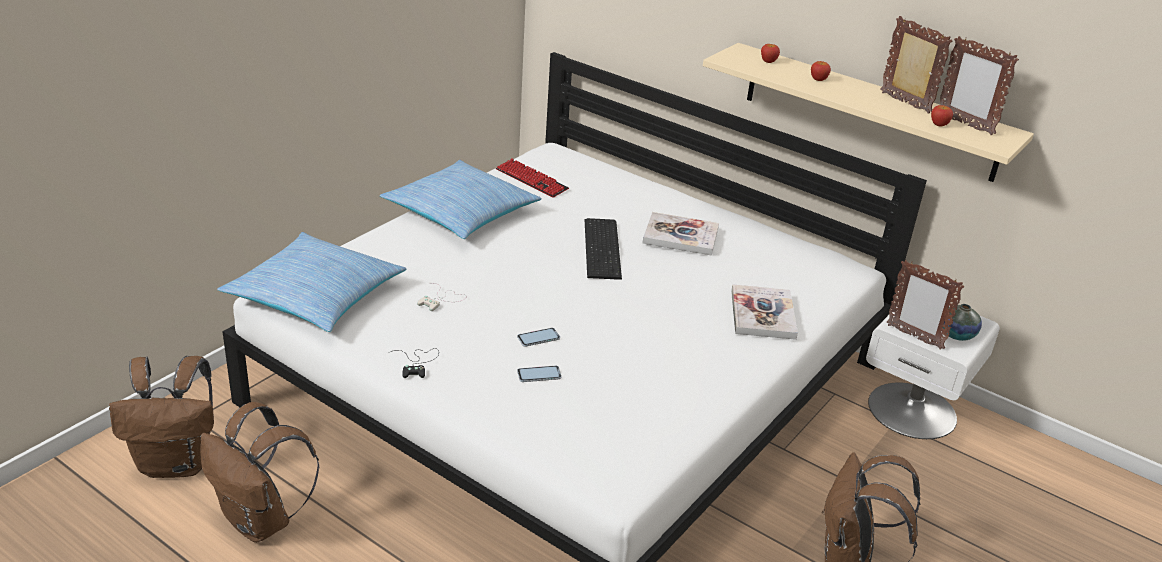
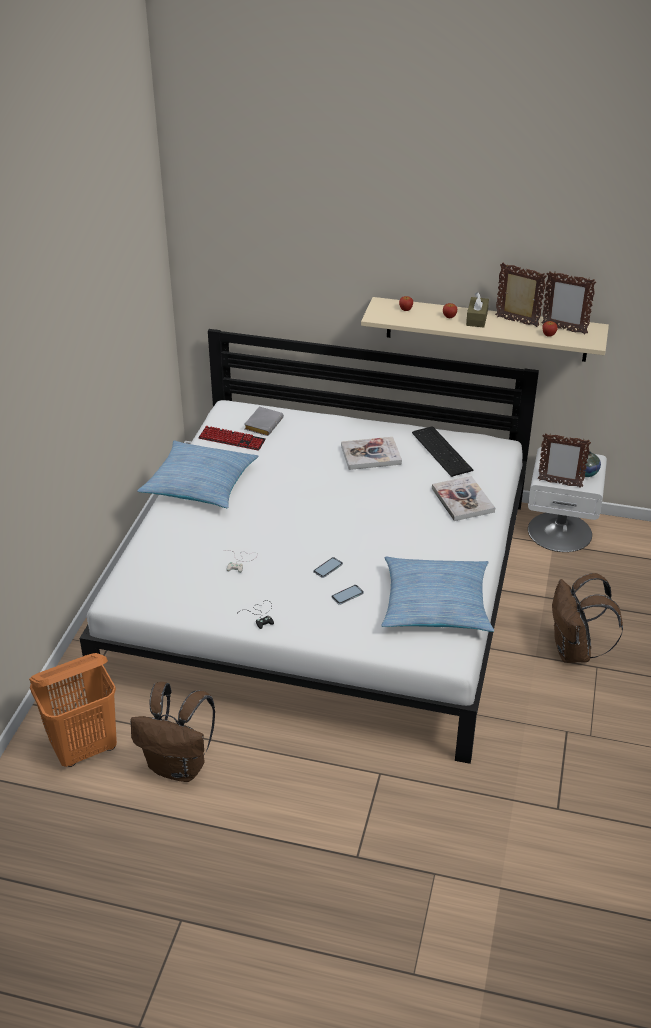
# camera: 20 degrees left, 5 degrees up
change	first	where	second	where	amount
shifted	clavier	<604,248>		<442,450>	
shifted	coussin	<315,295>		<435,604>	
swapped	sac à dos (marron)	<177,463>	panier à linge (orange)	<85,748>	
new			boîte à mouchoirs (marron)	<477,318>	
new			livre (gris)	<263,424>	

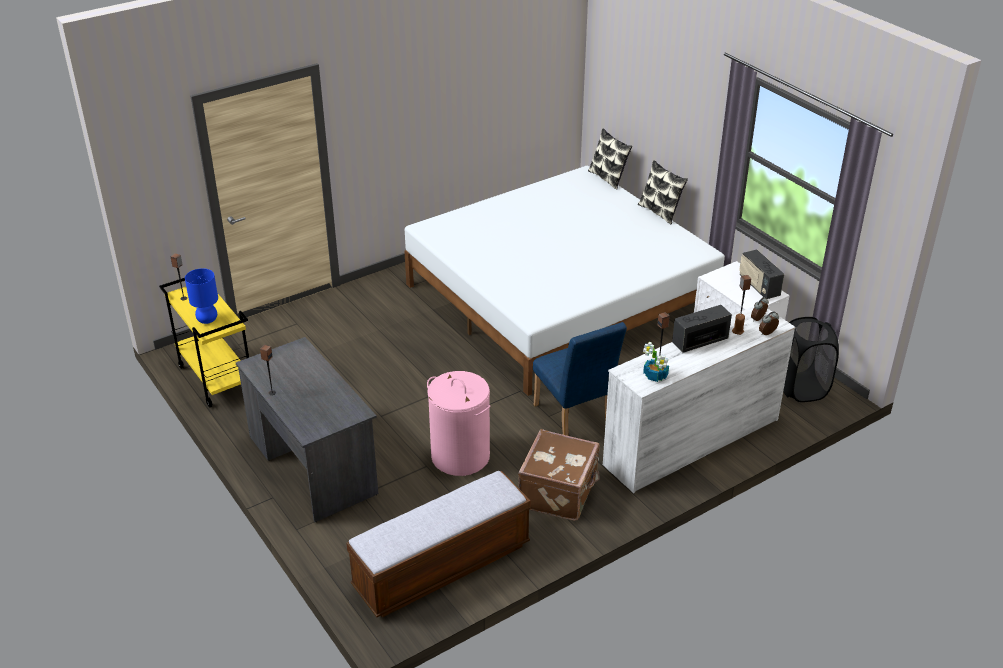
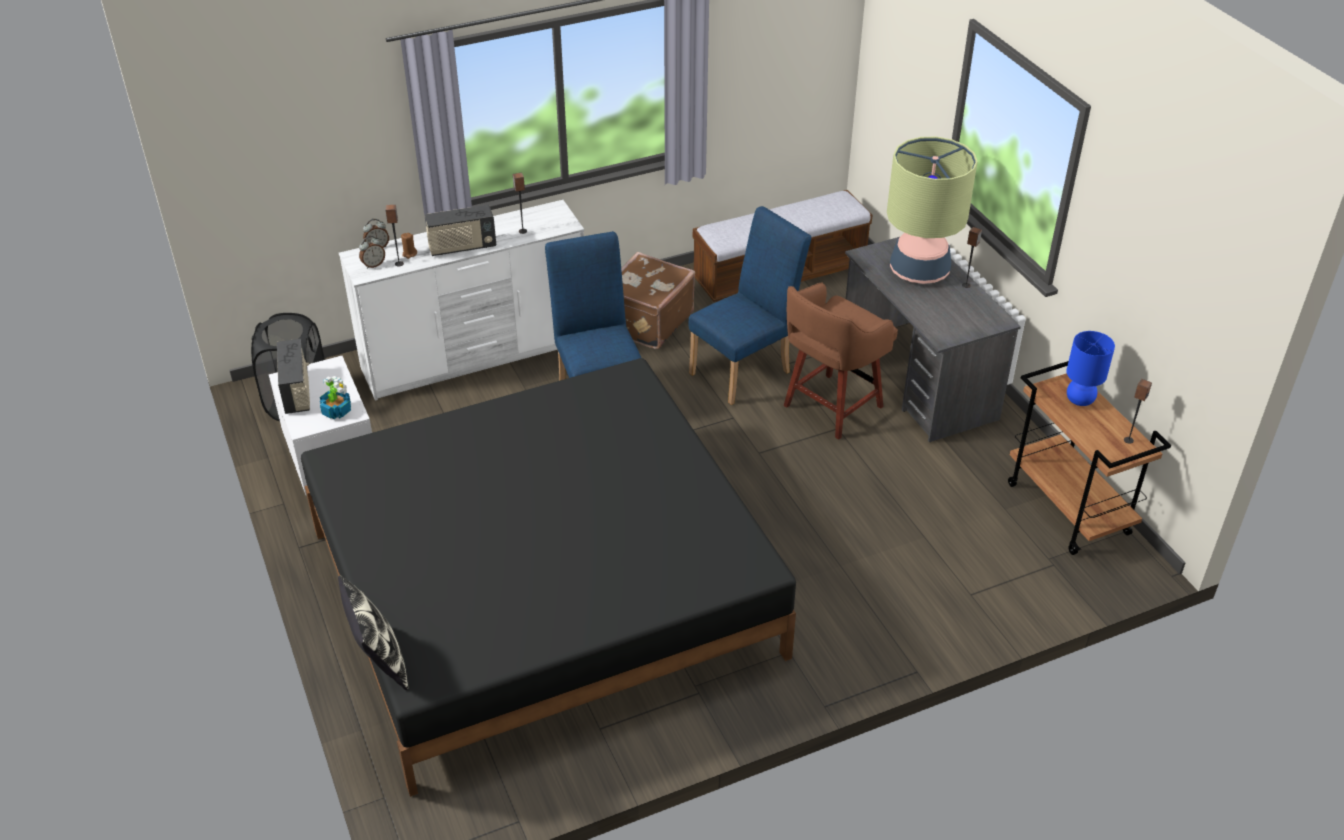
# camera: 170 degrees left, 5 degrees up
change	first	where	second	where	amount
gone	coussin	<660,212>			
repainted	lit (blanc)	<560,298>	lit (noir)	<543,591>	
repainted	chariot (jaune)	<215,378>	chariot (marron)	<1069,509>	
shifted	plante en pot	<655,376>		<337,411>	
swapped	panier à linge (rose)	<460,456>	chaise (bleu)	<746,369>	
new			lampe de table	<919,271>	
new			tabouret (marron)	<830,408>	

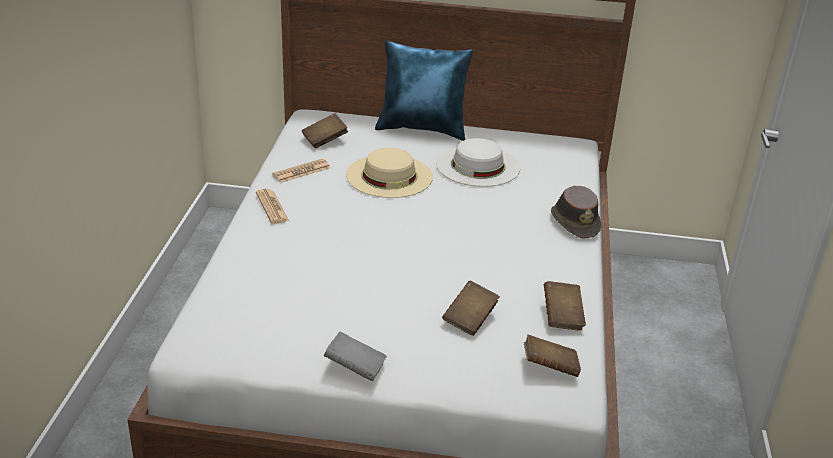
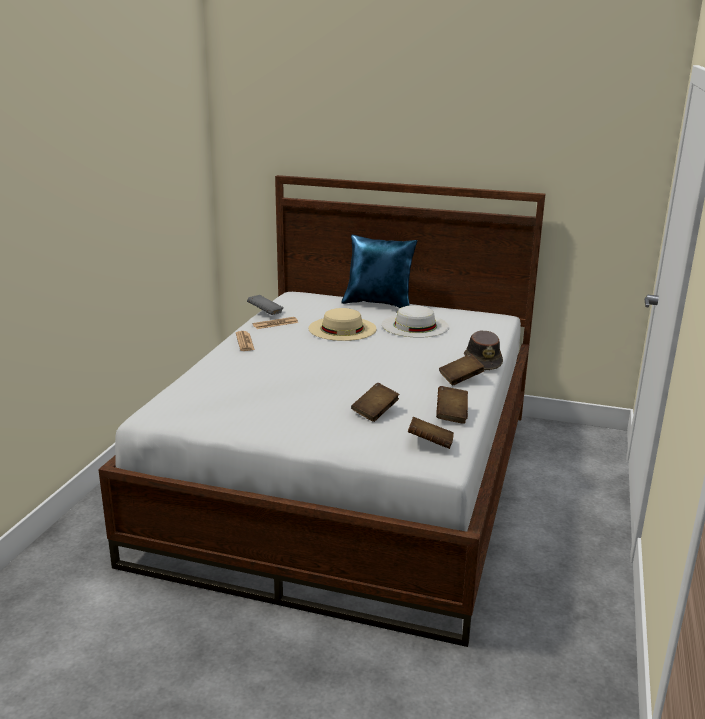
# camera: 10 degrees right, 10 degrees down
change	first	where	second	where	amount
shifted	livre (marron)	<325,140>		<461,379>	
shifted	livre (gris)	<355,368>		<265,313>	

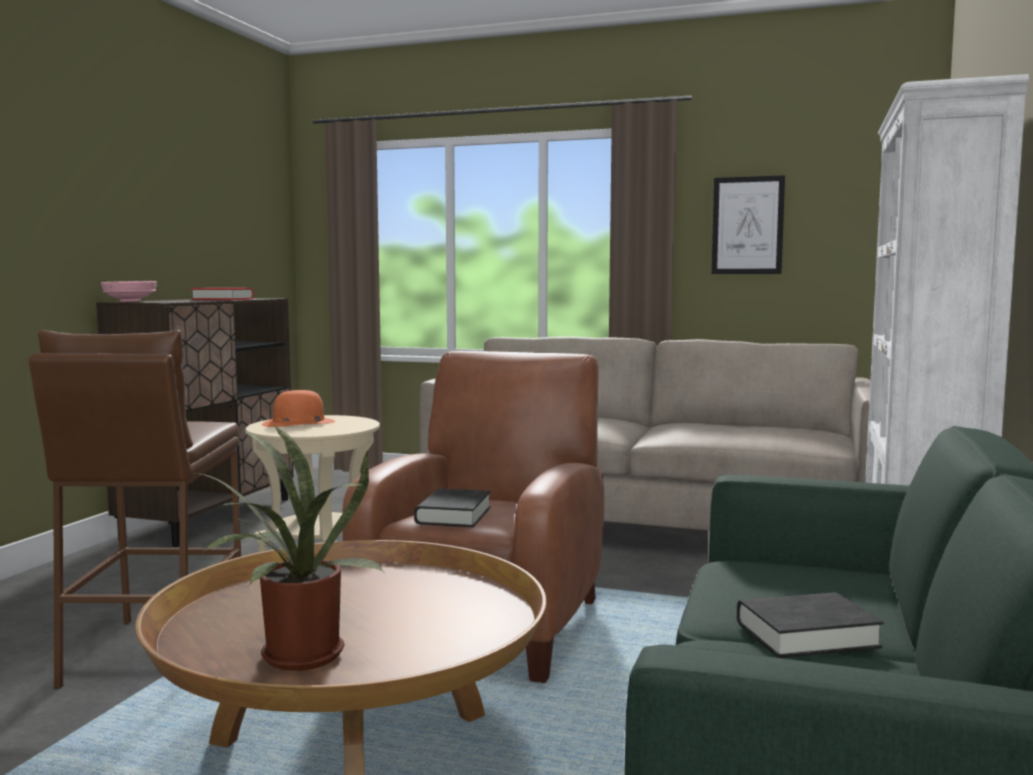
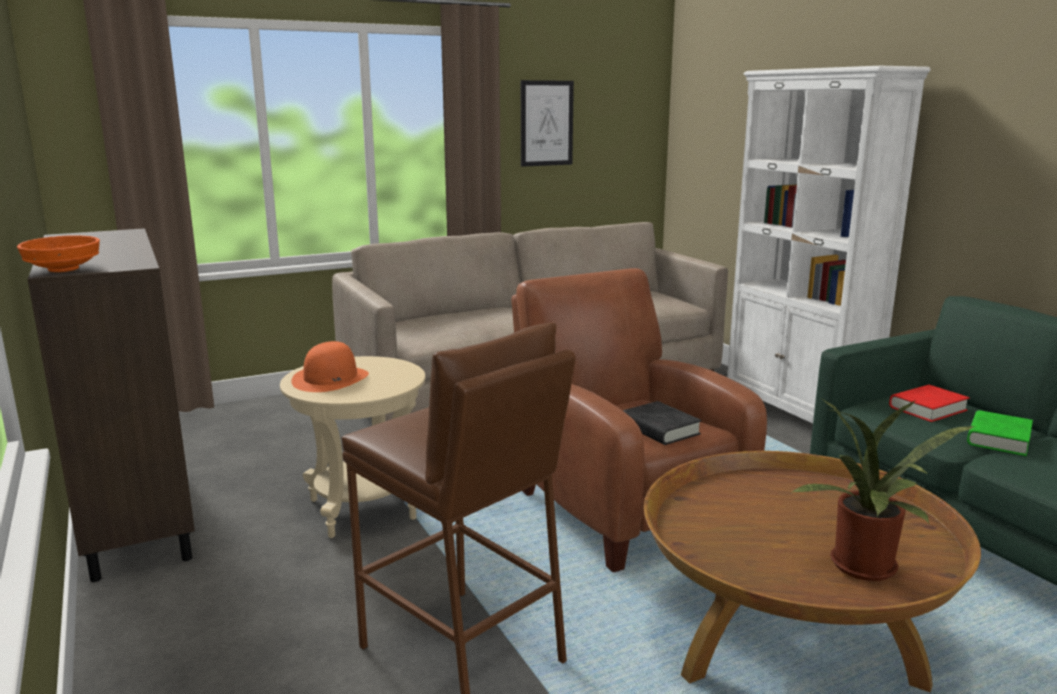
# camera: 45 degrees left, 10 degrees up
change	first	where	second	where	amount
repainted	bol (rose)	<130,301>	bol (orange)	<62,269>	
shifted	livre (rouge)	<222,299>		<927,408>	
repainted	livre (noir)	<806,635>	livre (vert)	<998,439>	

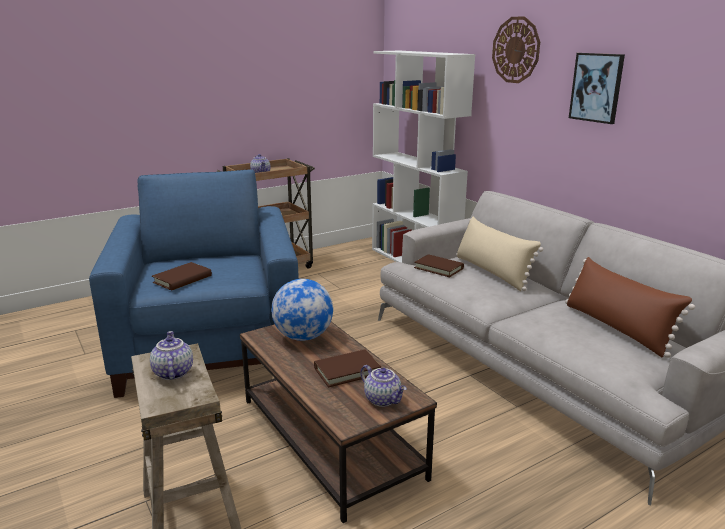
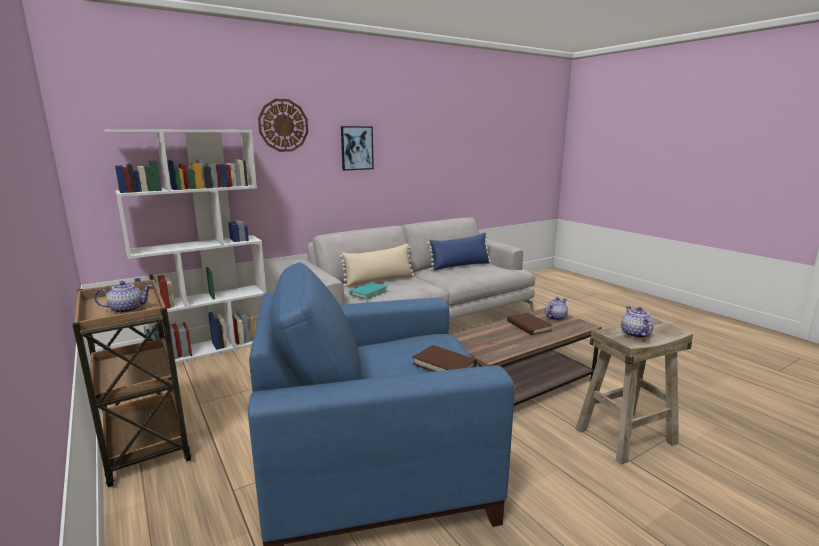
# camera: 90 degrees left, 5 degrees down
change	first	where	second	where	amount
repainted	livre (marron)	<438,268>	livre (turquoise)	<368,293>	
repainted	coussin (marron)	<616,328>	coussin (bleu)	<460,266>	
gone	globe	<303,337>			
rotated	théière	<172,372>		<634,334>	105 degrees clockwise

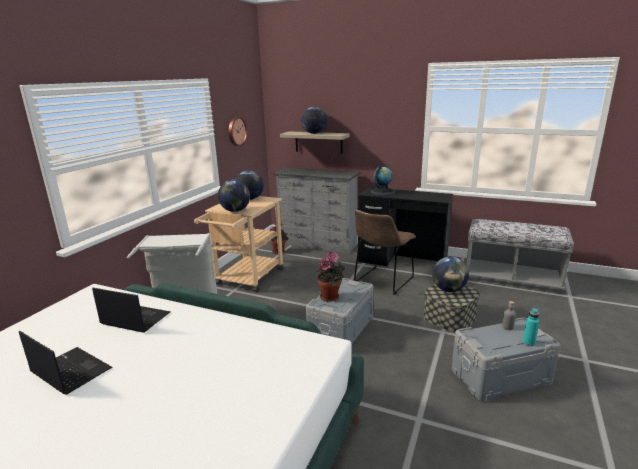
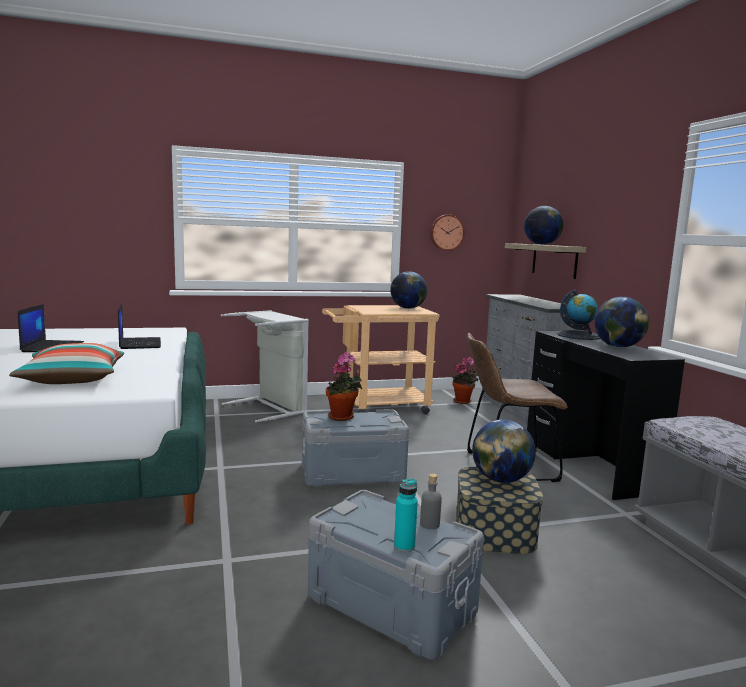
# camera: 50 degrees right, 10 degrees down
change	first	where	second	where	amount
shifted	globe	<235,211>		<618,347>	
new			coussin	<73,379>	

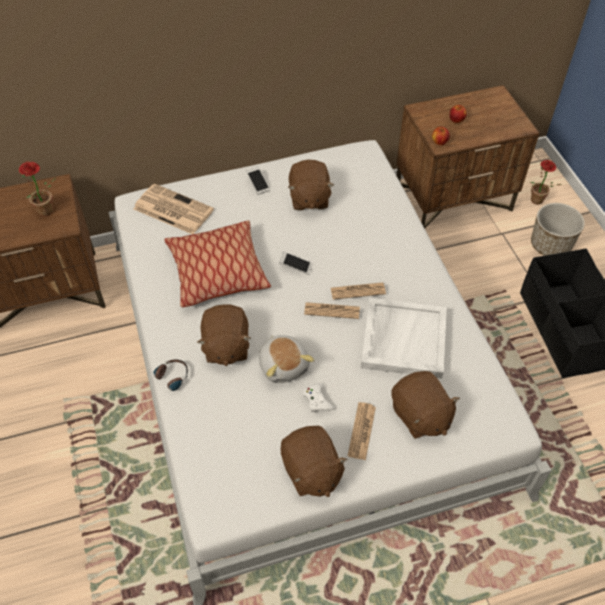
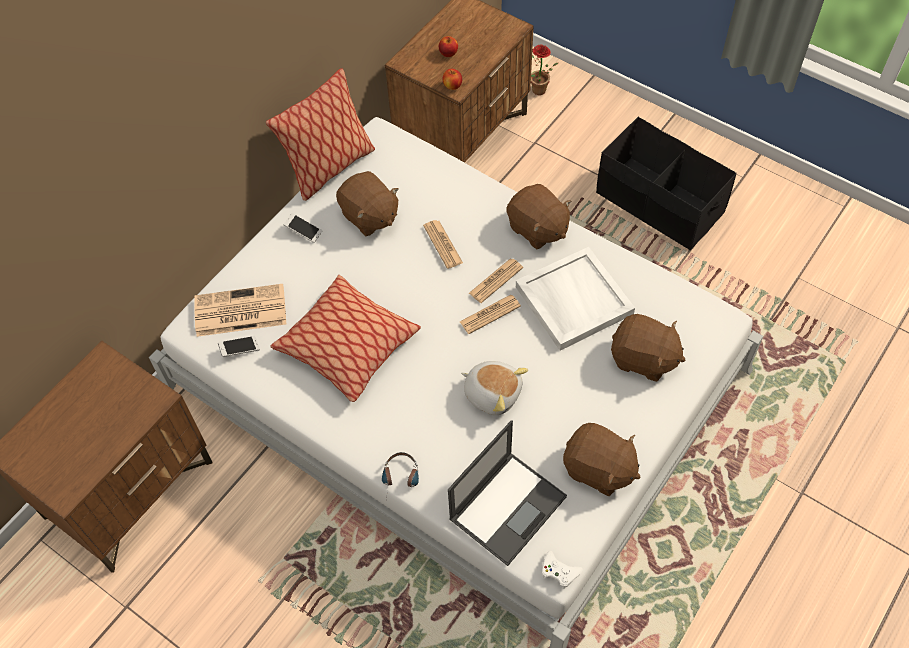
# camera: 35 degrees left, 5 degrees up
change	first	where	second	where	amount
gone	plante en pot	<46,213>			
gone	cache-pot	<550,245>			
shifted	téléphone	<296,266>		<240,349>	
shifted	peluche (marron)	<226,346>		<537,229>	
shifted	manette (blanc)	<317,400>		<559,571>	
shifted	journal	<361,431>		<443,244>	
new			coussin	<330,168>	
new			ordinateur portable	<508,506>	

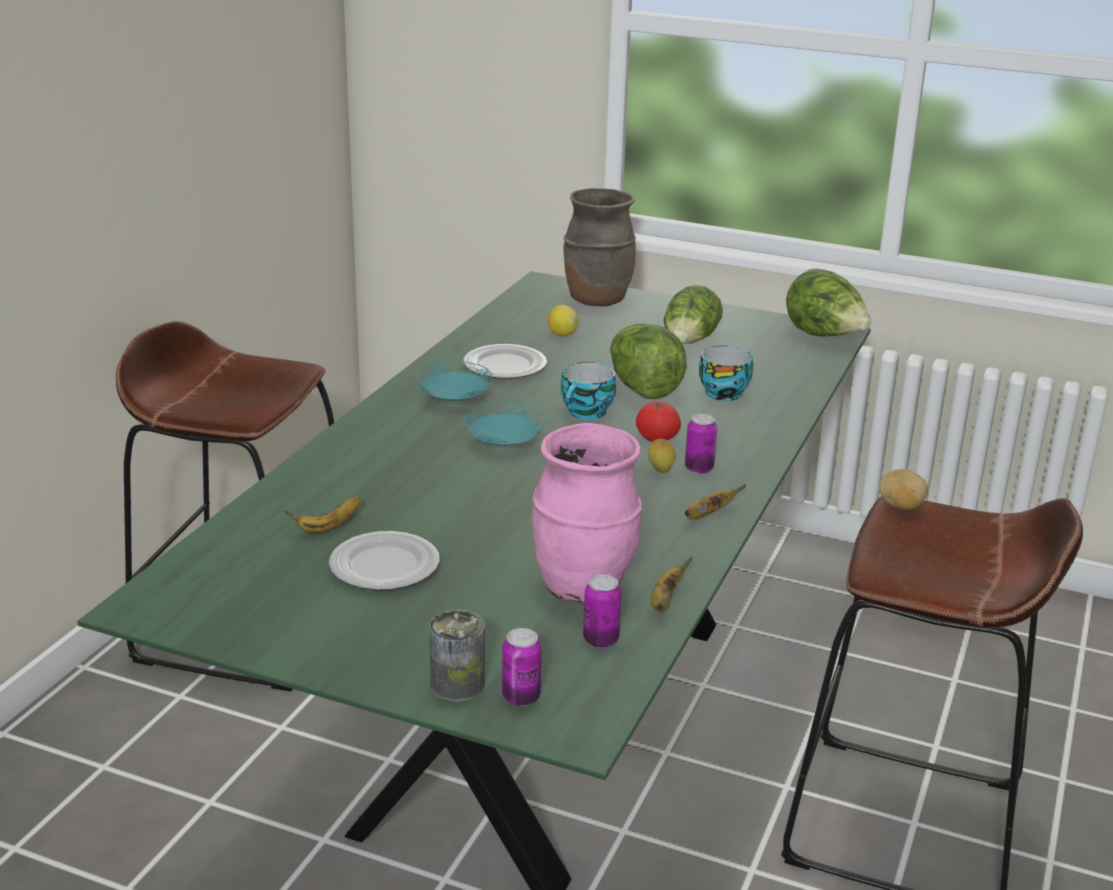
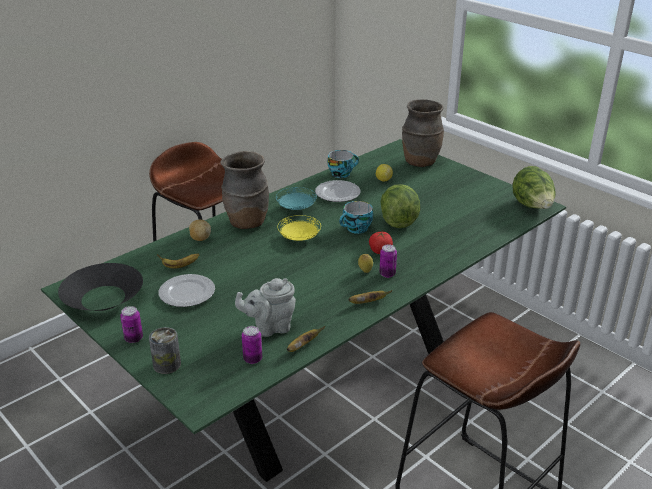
# camera: 25 degrees right, 5 degrees up
change	first	where	second	where	amount
gone	laitue	<690,342>			
shifted	tasse	<724,392>		<342,173>	
repainted	assiette (turquoise)	<503,444>	assiette (jaune)	<299,238>	
swapped	vase (rose)	<583,586>	théière (gris)	<270,327>	
shifted	pomme de terre	<900,506>		<200,238>	
shifted	boîte métallique	<521,697>		<134,338>	
new			vase (marron)	<246,223>	
new			bol (noir)	<103,298>	

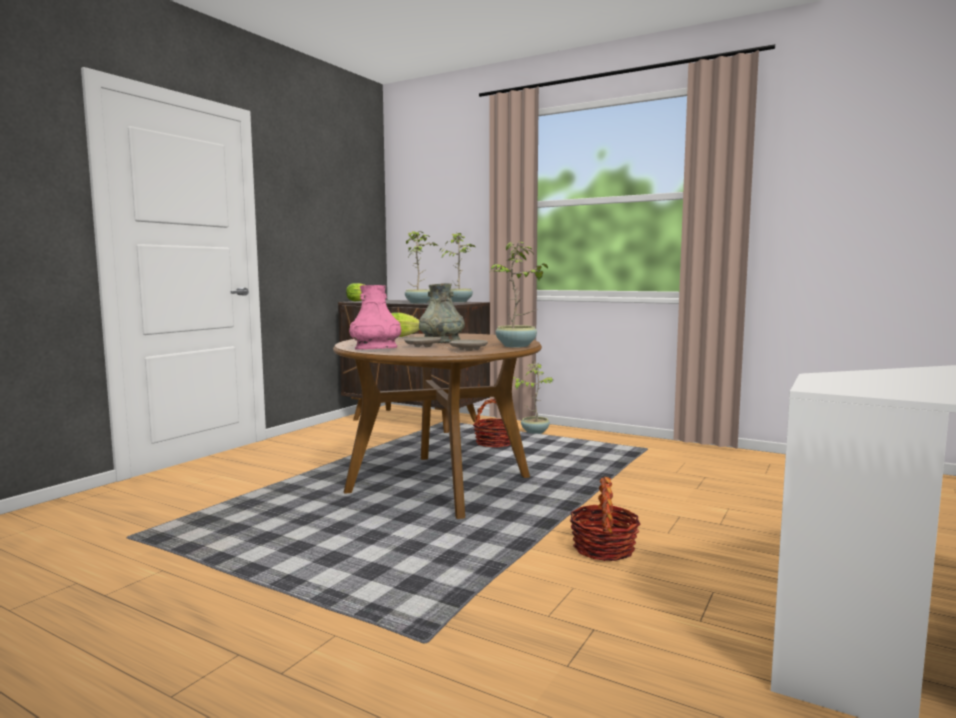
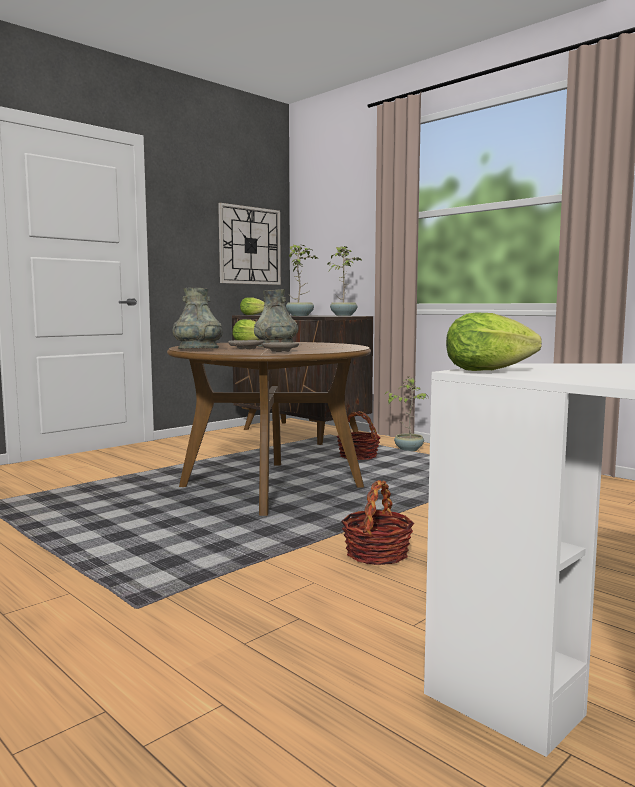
# camera: 15 degrees right, 0 degrees up
change	first	where	second	where	amount
gone	plante en pot	<517,346>			
repainted	vase (rose)	<376,349>	vase (gris)	<198,349>	
new			horloge murale	<249,245>	
new			laitue	<493,371>	

